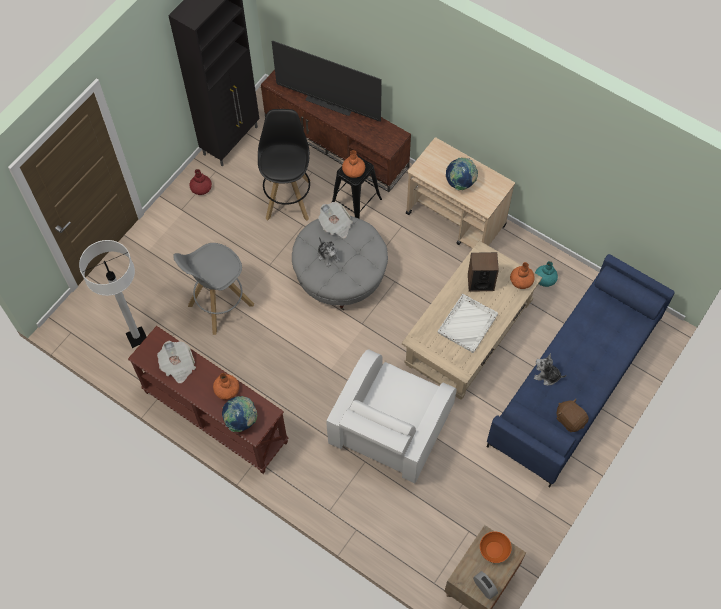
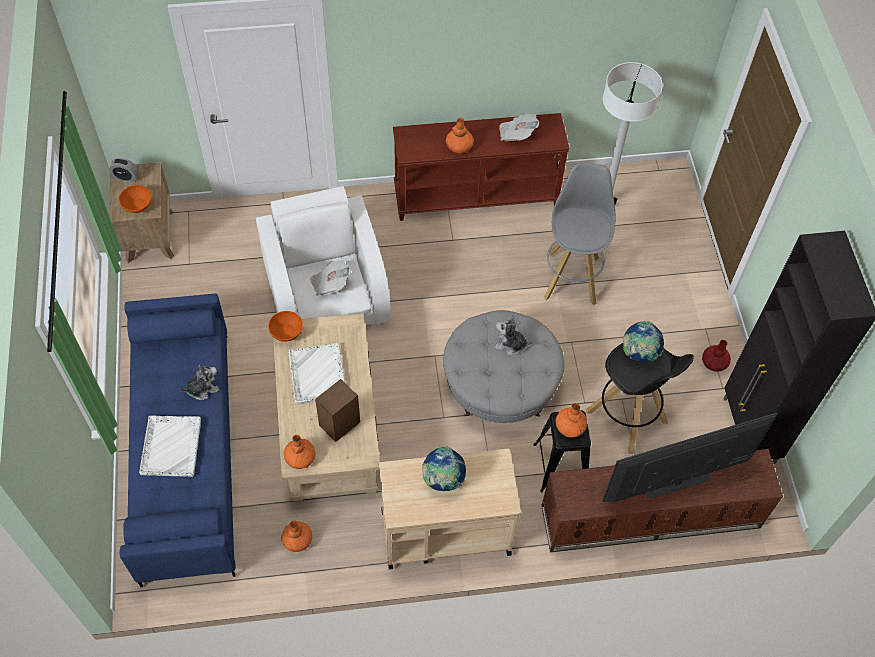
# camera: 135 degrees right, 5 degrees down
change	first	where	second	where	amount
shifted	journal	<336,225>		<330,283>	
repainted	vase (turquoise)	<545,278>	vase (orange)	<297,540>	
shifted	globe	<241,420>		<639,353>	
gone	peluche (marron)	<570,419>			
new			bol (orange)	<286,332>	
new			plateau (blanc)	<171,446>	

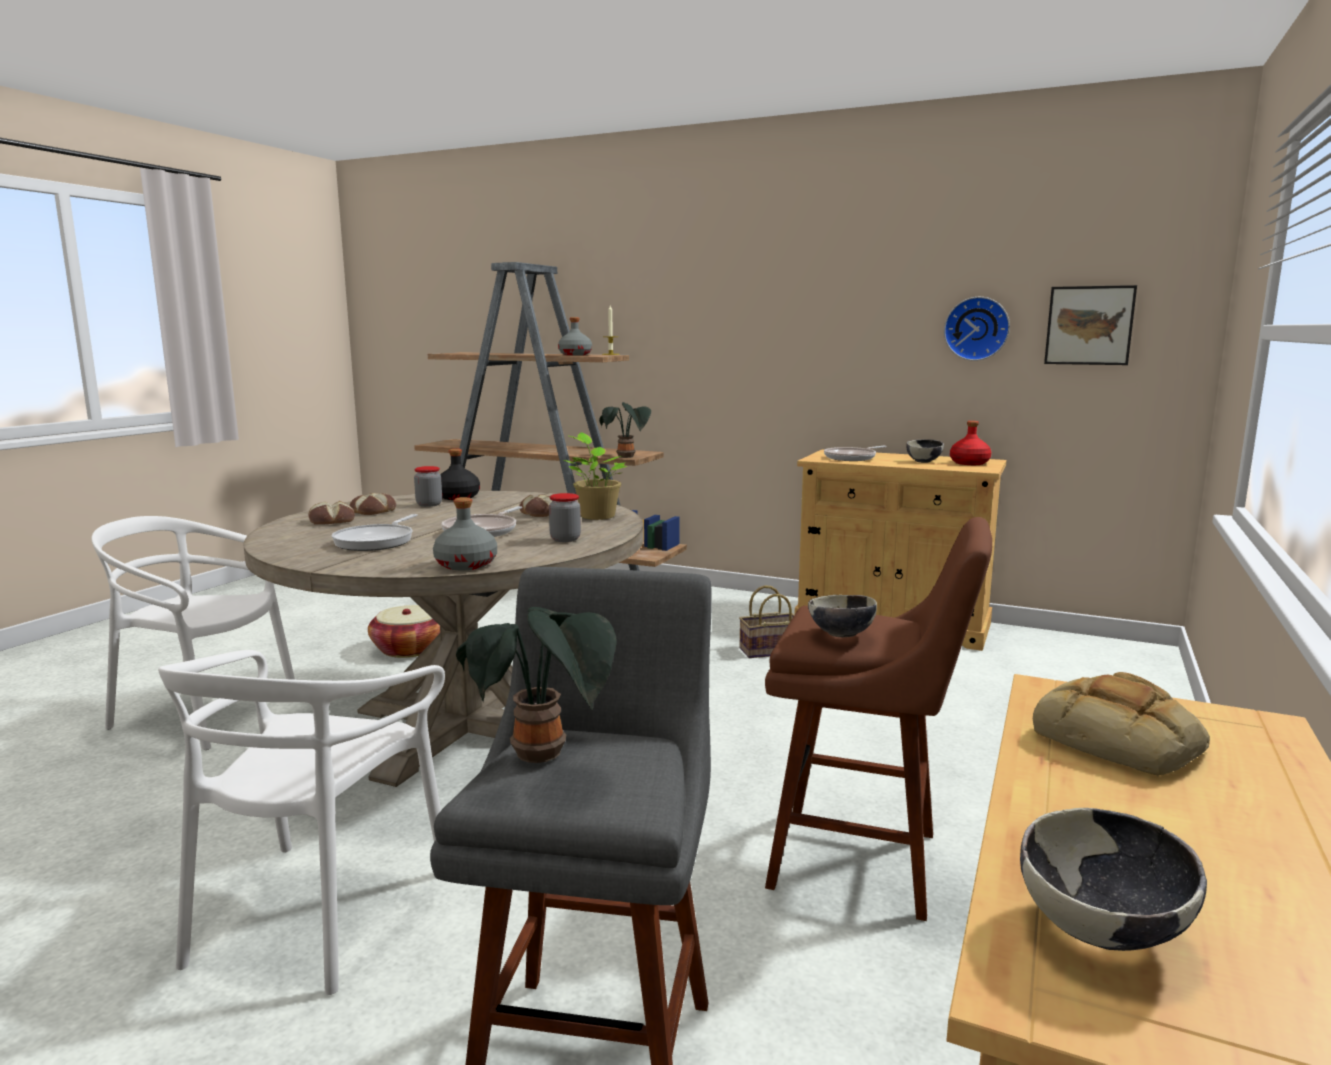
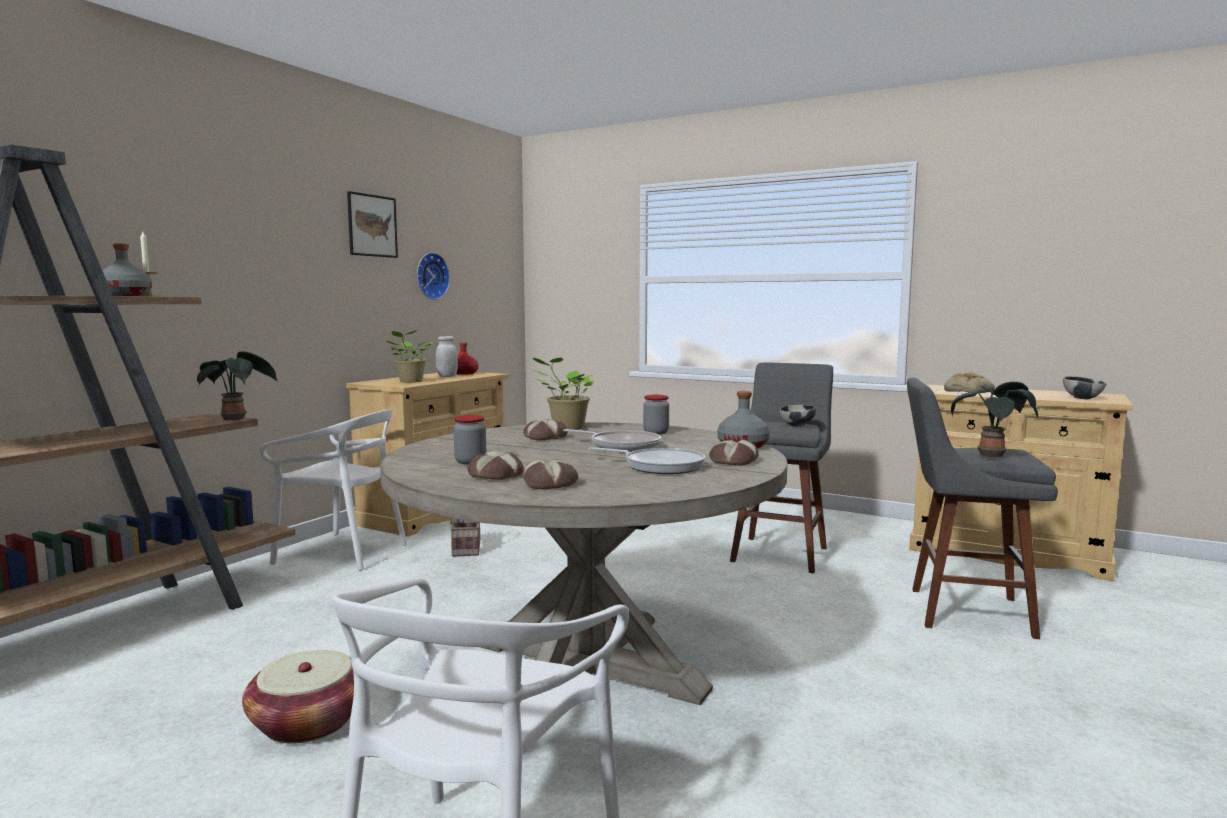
# camera: 85 degrees left, 5 degrees down
change	first	where	second	where	amount
shifted	tableau	<1089,325>		<372,225>	
swapped	bol	<924,462>	bocal (blanc)	<447,376>	
swapped	poêle	<852,458>	plante en pot	<410,381>	
gone	bouteille (noir)	<457,497>			
repainted	tabouret (marron)	<865,862>	tabouret (gris)	<781,552>	
shifted	chaise (blanc)	<318,911>		<342,552>	
new			pain	<732,461>	

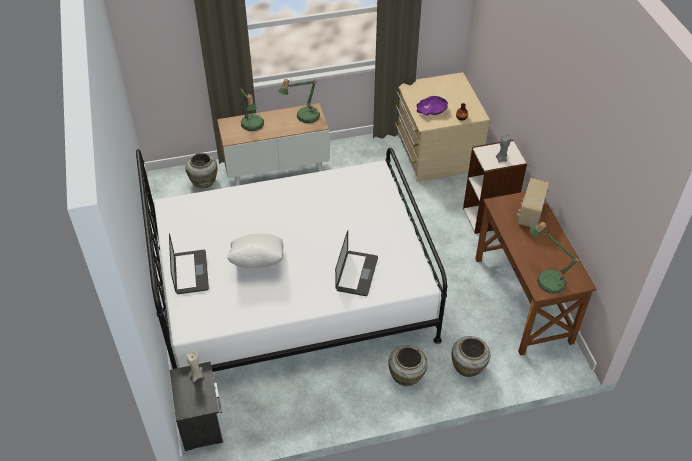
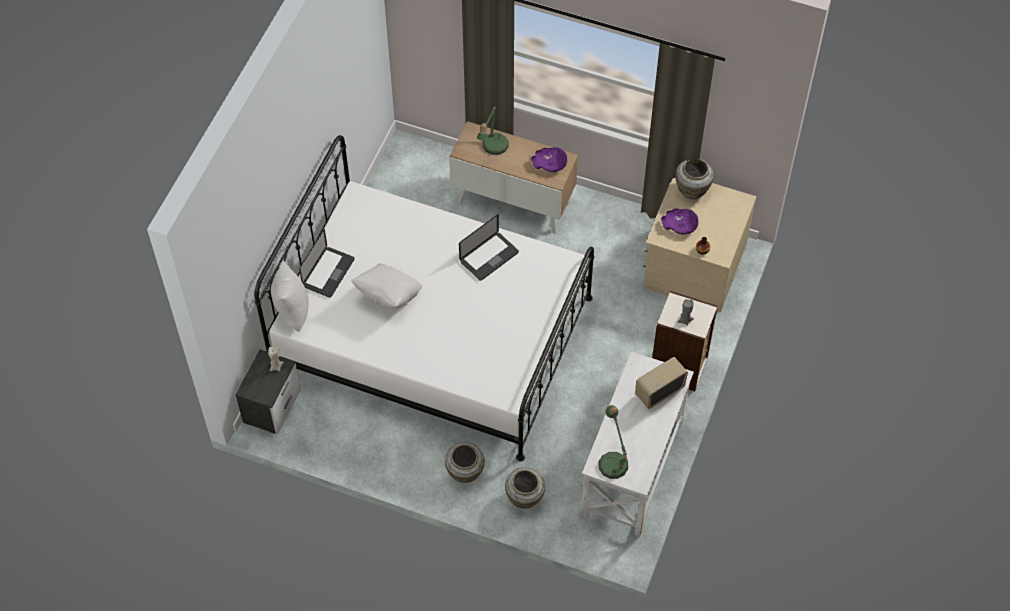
# camera: 35 degrees right, 10 degrees up
change	first	where	second	where	amount
swapped	lampe de table	<304,117>	bol (violet)	<549,163>	
shifted	vase (beige)	<204,182>		<692,190>	
repainted	bureau (marron)	<523,299>	bureau (blanc)	<633,468>	
shifted	ordinateur portable	<357,274>		<489,257>	
new			coussin (blanc)	<291,311>	

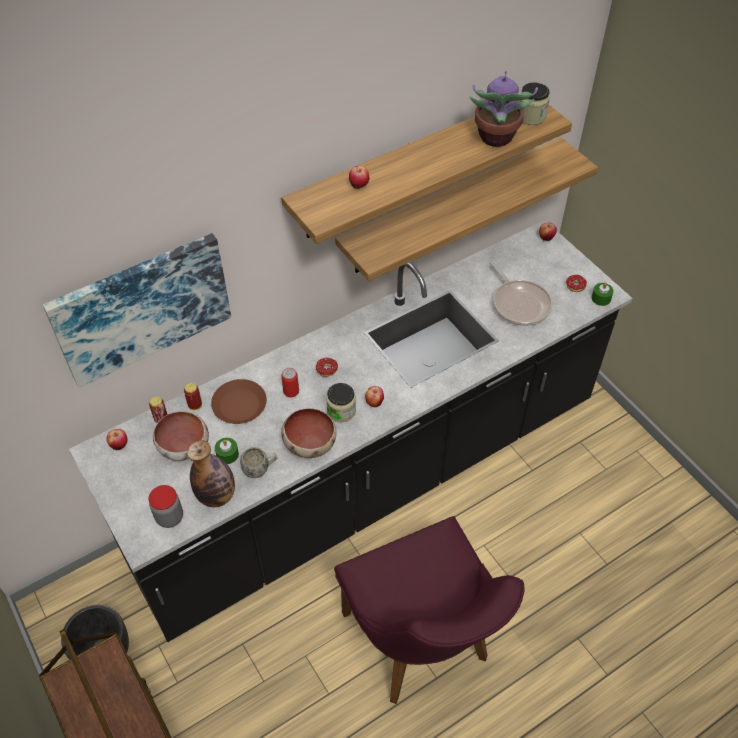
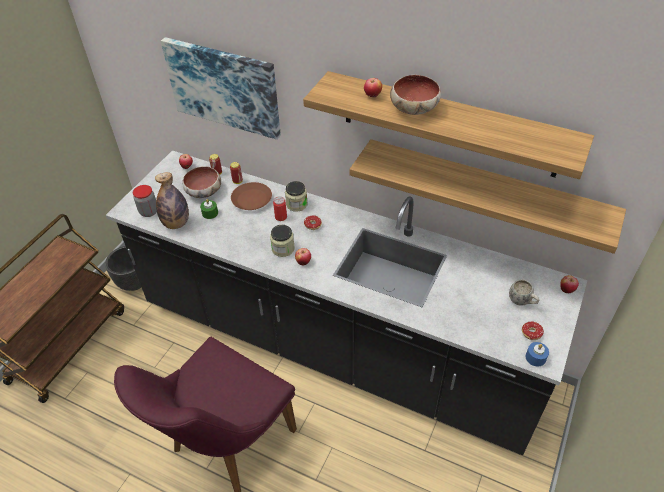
# camera: 60 degrees right, 5 degrees down
change	first	where	second	where	amount
gone	plante en pot	<495,138>			
shifted	bocal	<531,116>		<296,204>	
gone	poêle	<519,303>			
repainted	bougie (vert)	<601,298>	bougie (bleu)	<535,357>	
shifted	bol	<309,443>		<413,108>	
shifted	mug (blanc)	<260,469>		<522,302>	

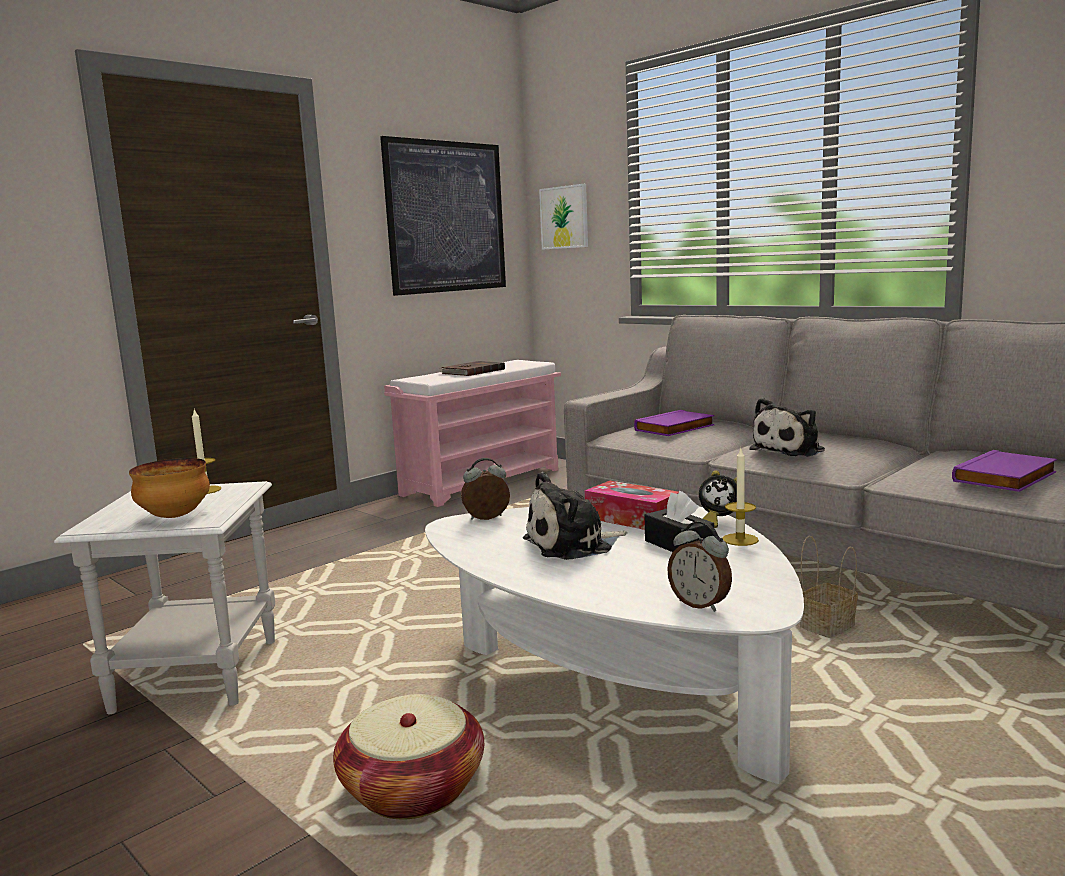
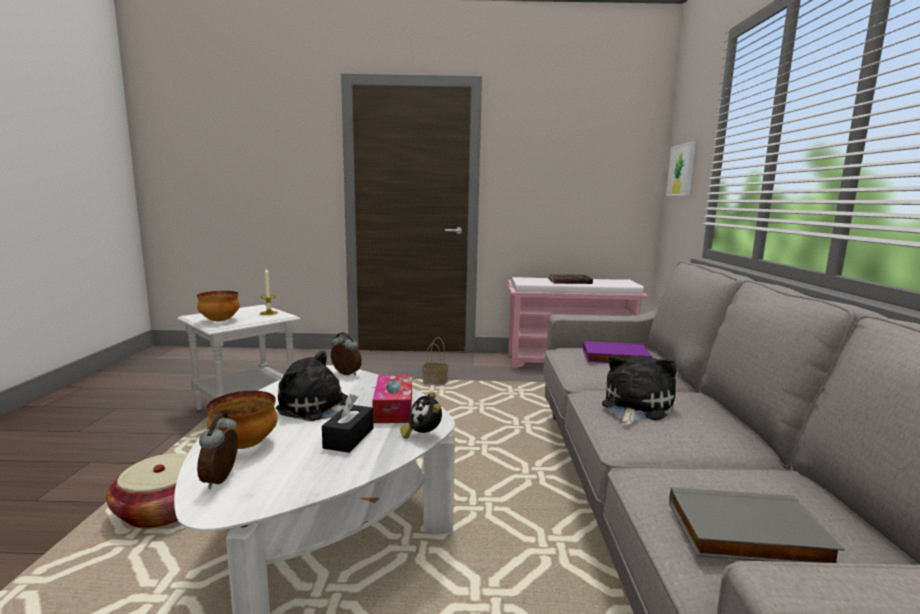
# camera: 45 degrees right, 0 degrees up
change	first	where	second	where	amount
gone	tableau	<446,217>			
rotated	peluche	<790,450>		<634,407>	120 degrees clockwise
gone	bougie	<740,539>			
repainted	livre (violet)	<1006,477>	livre (gris)	<747,535>	
shifted	panier	<827,626>		<436,382>	
new			bol	<243,445>	

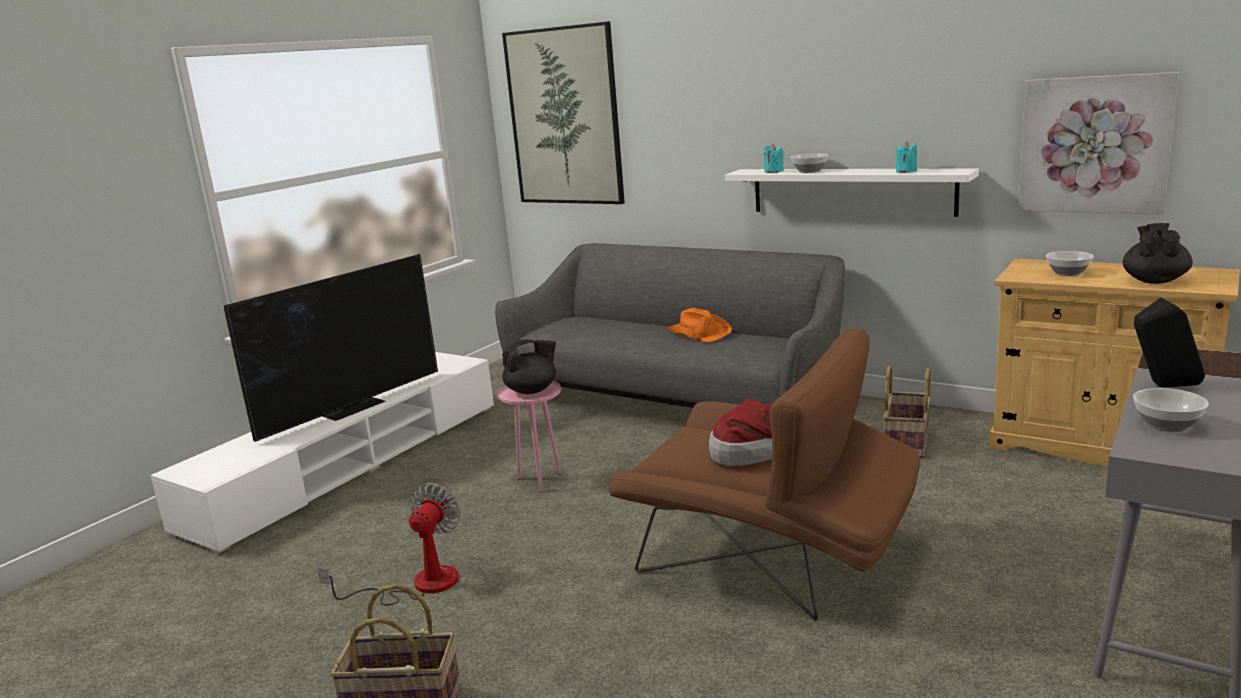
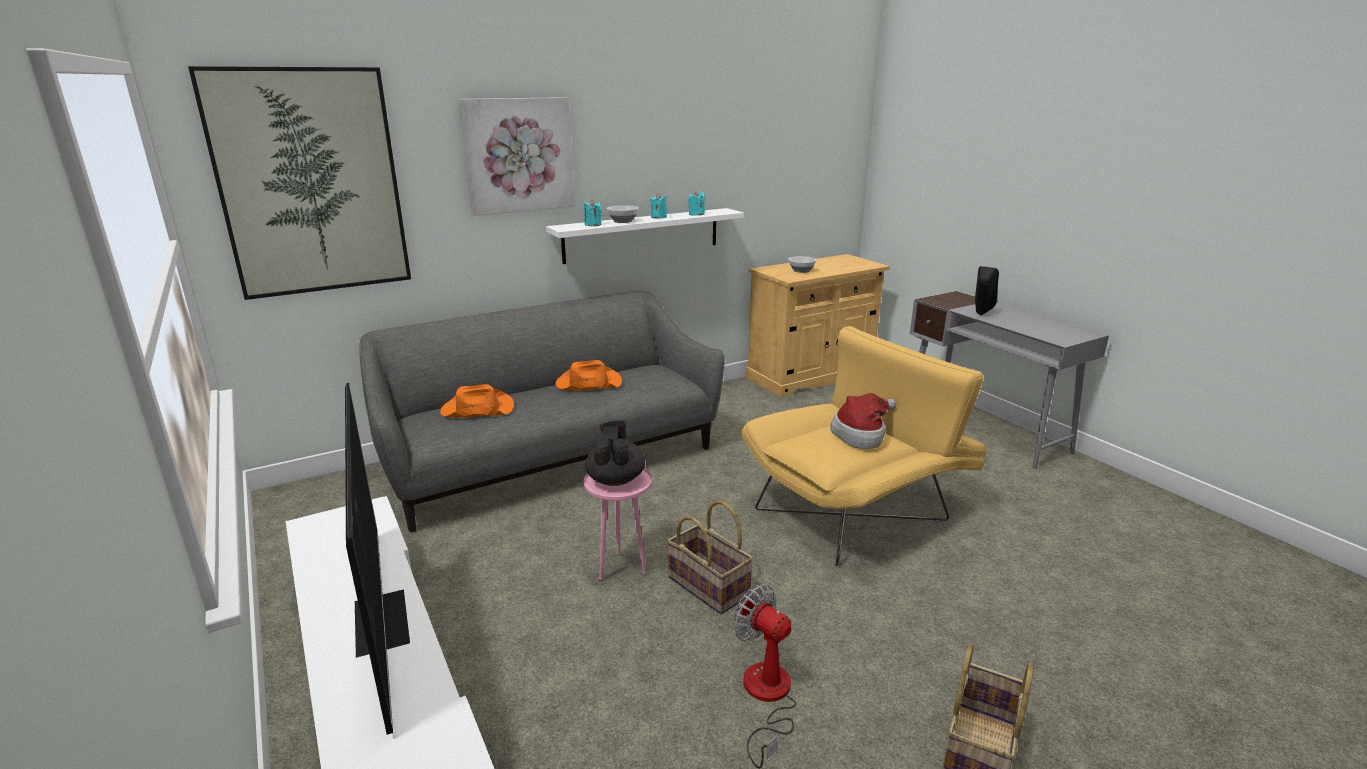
# camera: 65 degrees left, 5 degrees up
change	first	where	second	where	amount
shifted	tableau	<1094,144>		<518,155>	
gone	théière (noir)	<1154,280>			
repainted	fauteuil (marron)	<772,558>	fauteuil (jaune)	<858,508>	
shifted	panier	<907,443>		<709,586>	
gone	bol	<1166,424>			
new			bougie (turquoise)	<658,217>	
new			chapeau (orange)	<477,409>	

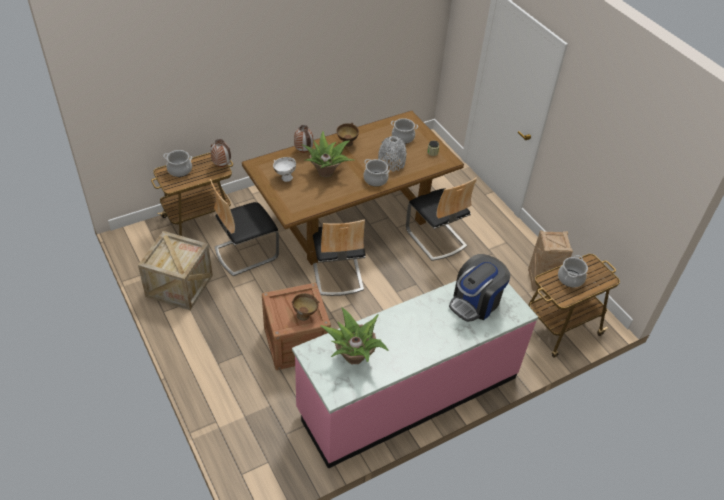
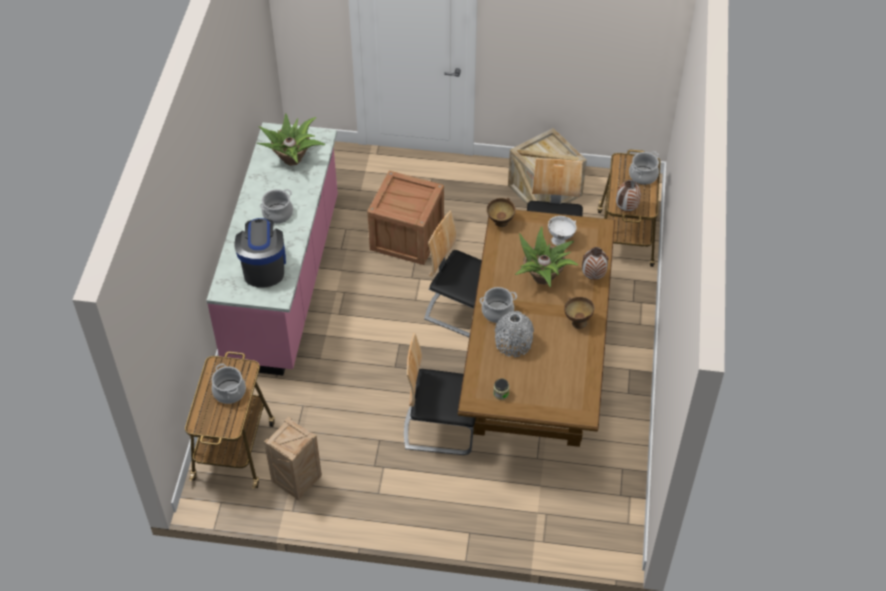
# camera: 130 degrees right, 5 degrees up
change	first	where	second	where	amount
shifted	marmite	<402,138>		<277,213>	
shifted	bol (marron)	<305,315>		<500,224>	

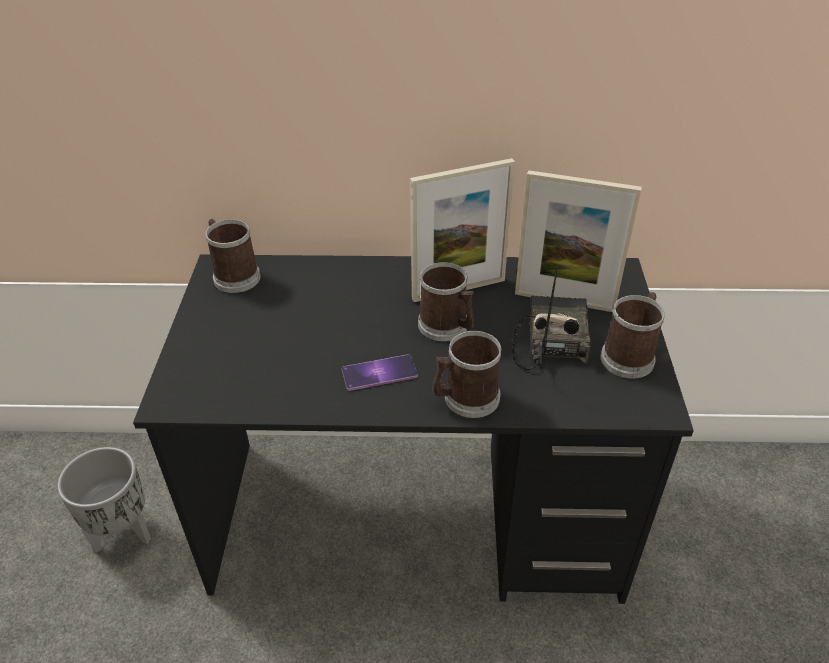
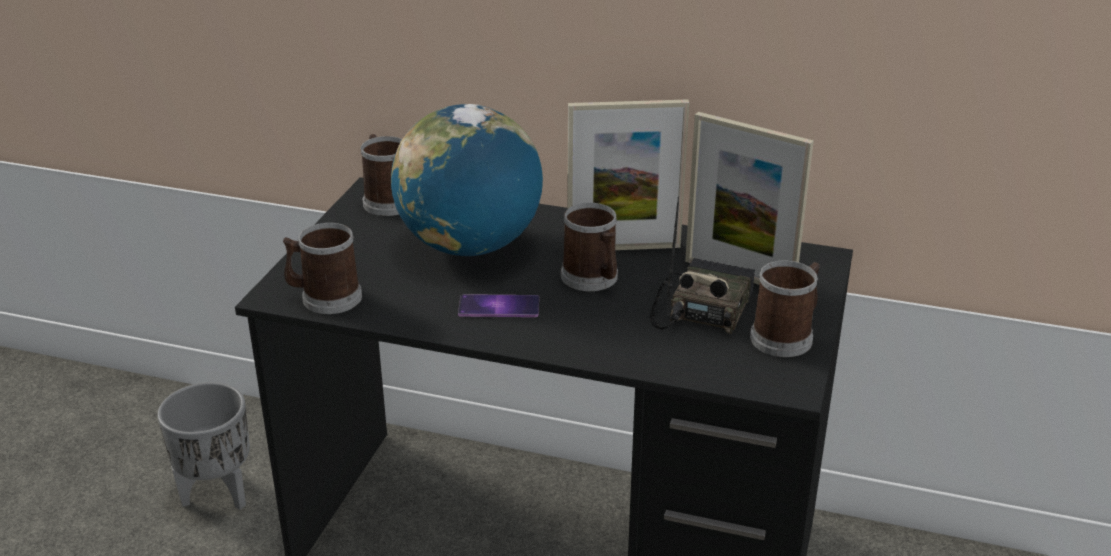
# camera: 15 degrees right, 10 degrees down
change	first	where	second	where	amount
shifted	mug	<465,398>		<325,298>	
new			globe	<469,246>	

